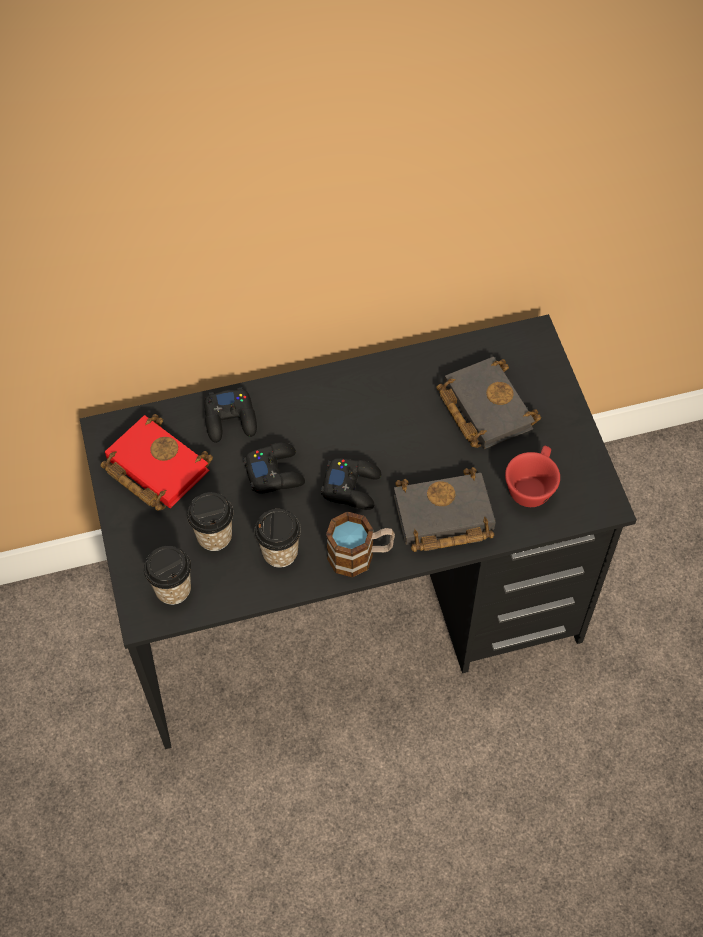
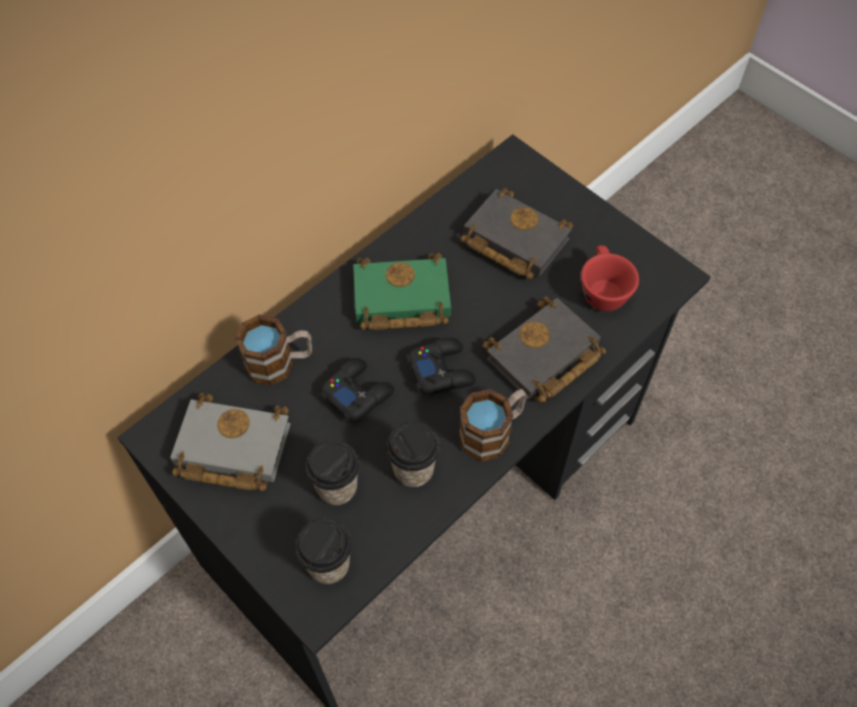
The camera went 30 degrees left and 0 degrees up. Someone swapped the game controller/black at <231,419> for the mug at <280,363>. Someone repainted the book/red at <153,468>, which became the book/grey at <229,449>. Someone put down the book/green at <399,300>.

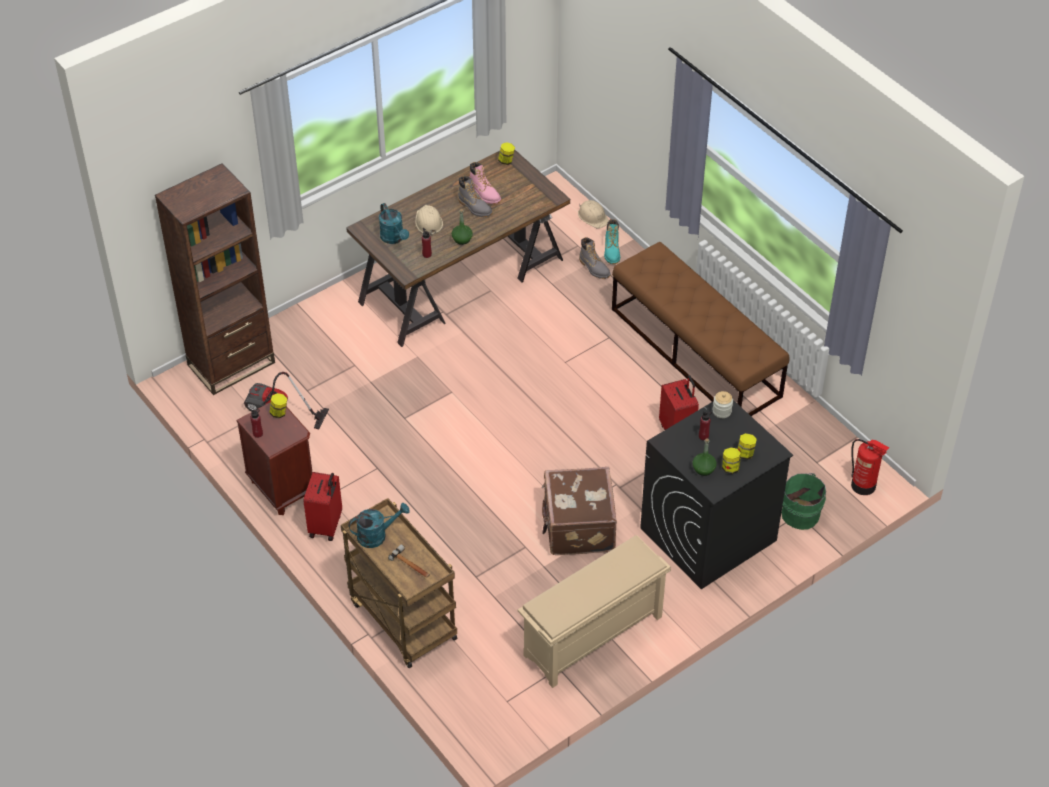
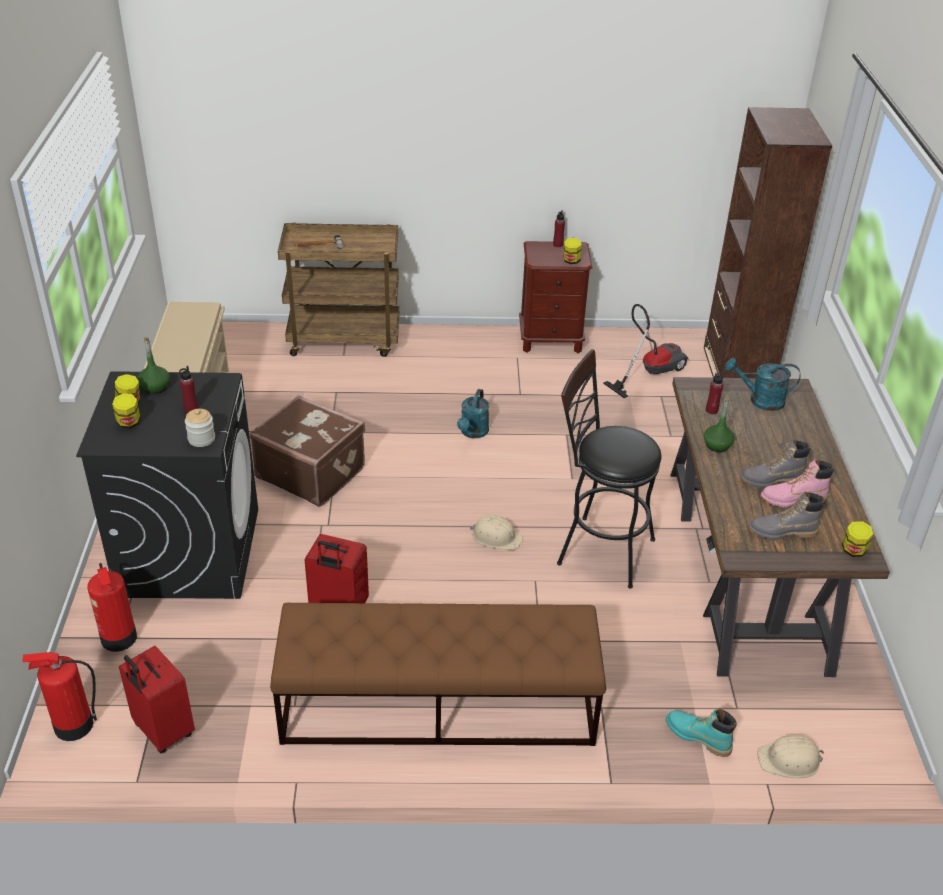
The camera went 125 degrees right and 10 degrees down. Someone carried the hard hat/beige from <428,222> to <496,537>. Someone carried the boot/grey from <594,268> to <782,532>. Someone carried the suitcase/red from <326,526> to <162,731>. Someone swapped the bucket/green at <799,513> for the fire extinguisher at <119,638>. Someone carried the watering can/turquoise from <377,535> to <473,433>. Someone put down the stool/black at <597,549>.

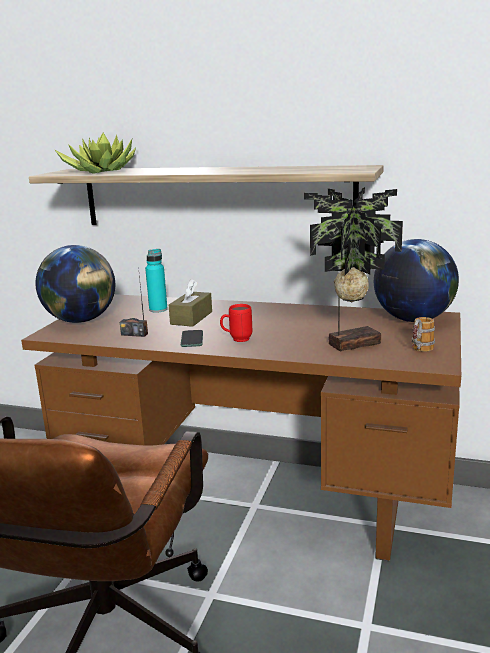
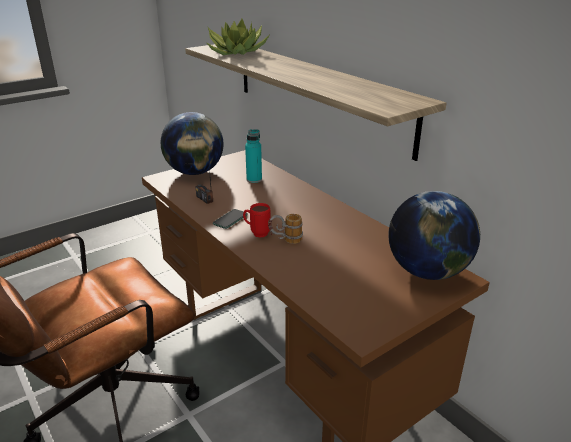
The camera went 35 degrees right and 10 degrees up. Someone took away the potted plant at <351,343>. Someone took away the tissue box/brown at <191,318>. Someone carried the mug from <419,351> to <285,241>.

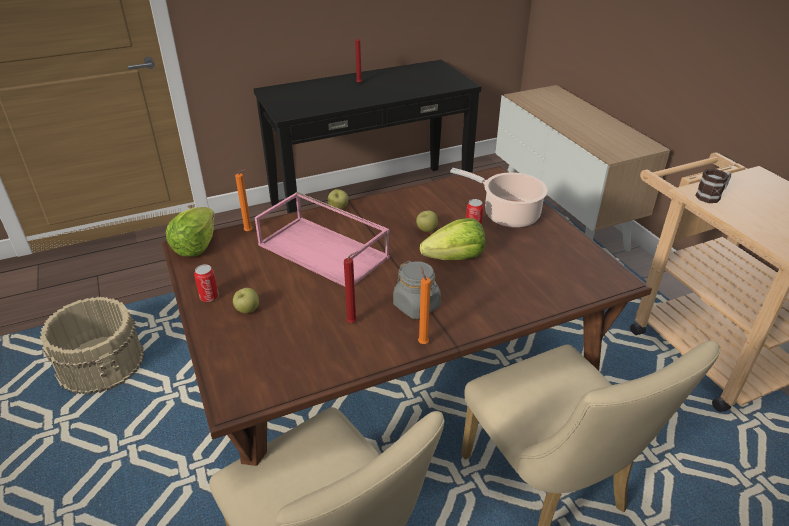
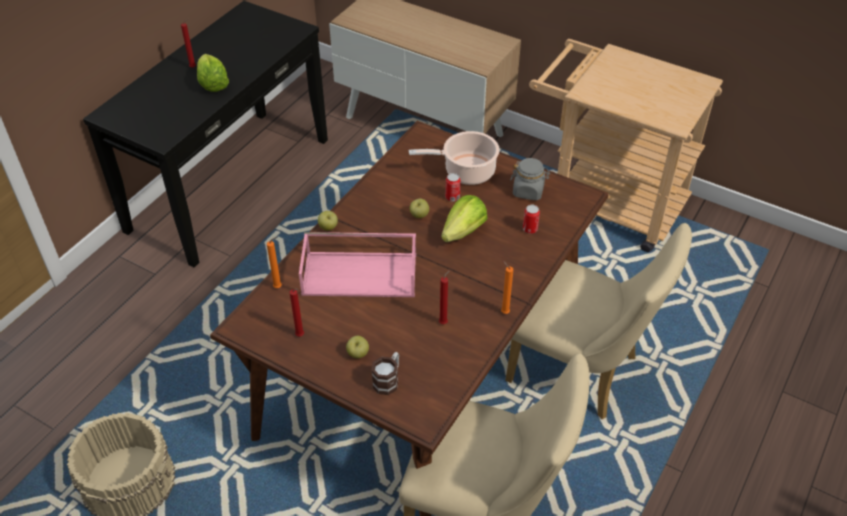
The camera went 35 degrees left and 10 degrees up. Someone carried the mug from <711,196> to <388,380>. Someone carried the lettuce from <196,246> to <213,84>. Someone carried the jar/grey from <417,306> to <528,191>. Someone carried the can from <209,297> to <530,229>. Someone put down the candle/red at <301,336>.

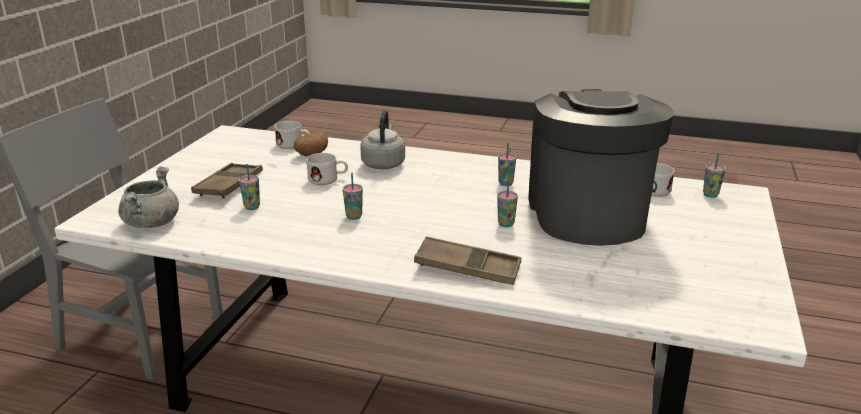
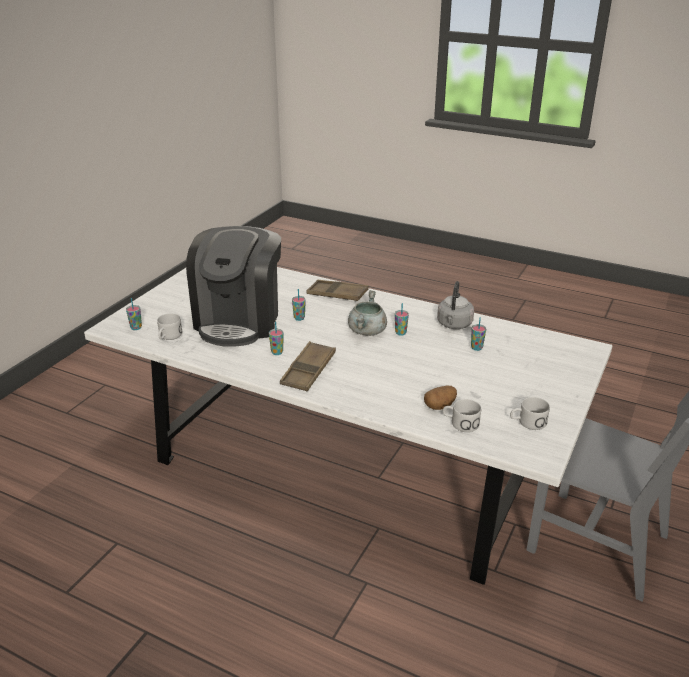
The camera went 170 degrees left and 5 degrees up. Someone carried the kettle/grey from <383,163> to <454,325>. Someone carried the mug/white from <328,179> to <527,423>. Someone carried the tray/brown from <229,185> to <308,371>. Someone carried the cooking pot/grey from <151,222> to <367,331>.

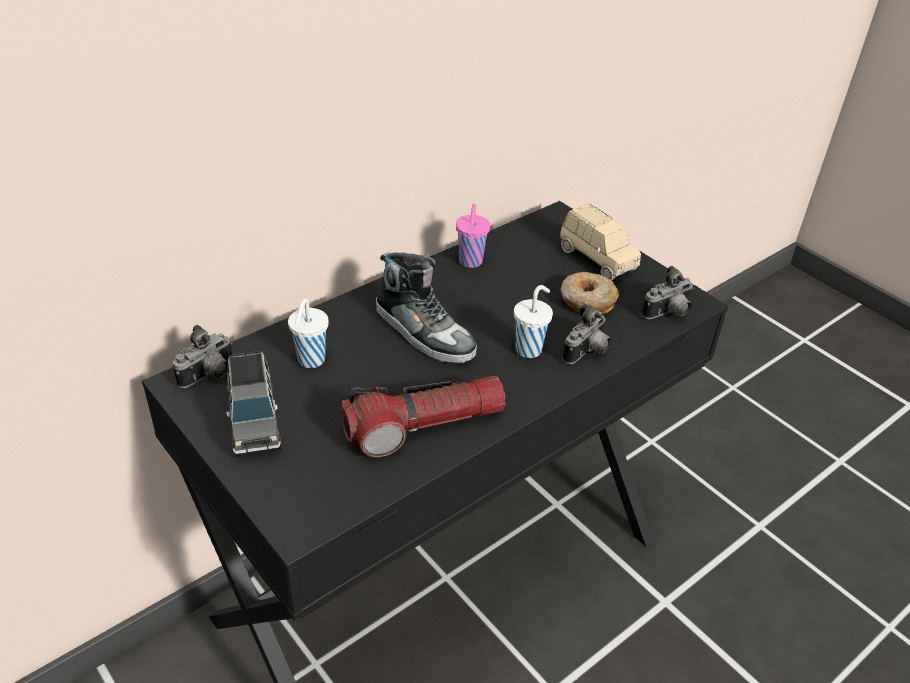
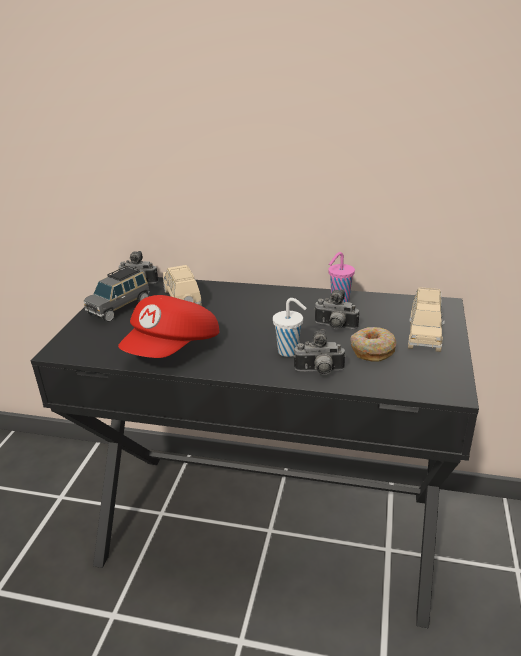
The camera went 55 degrees right and 10 degrees down. Someone took away the shoe at <424,332>. Someone carried the photo camera from <668,313> to <335,327>. Someone swapped the cup/white at <310,361> for the toy car/beige at <182,299>. Someone swapped the flashlight at <424,425> for the cap/red at <173,349>.

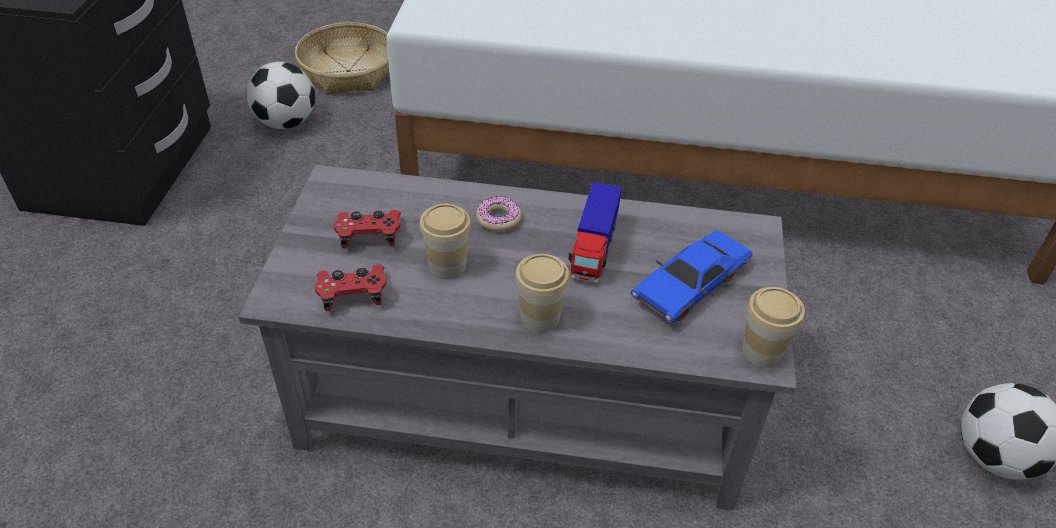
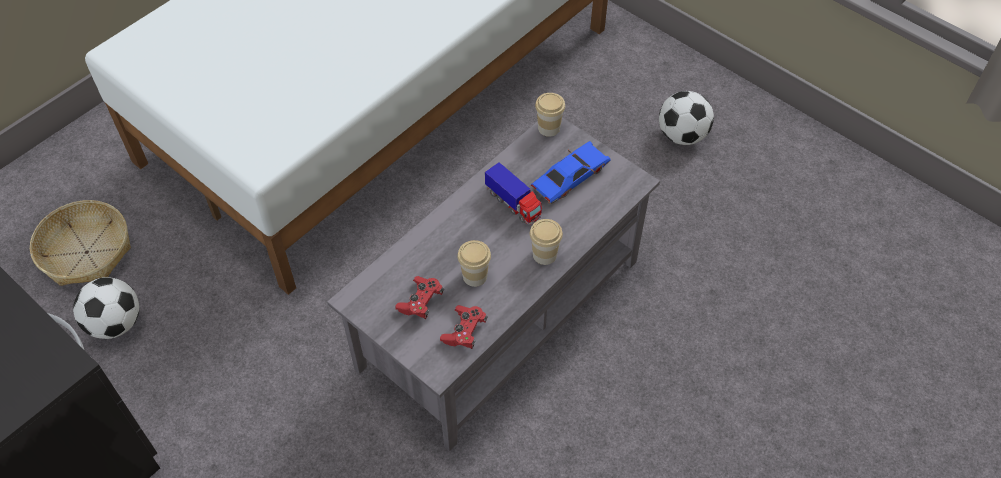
The camera went 55 degrees left and 10 degrees up. Someone took away the donut at <498,219>. Someone rotated the toy car/blue at <691,285> by 120 degrees counterclockwise. Someone carried the cup from <762,351> to <549,128>.

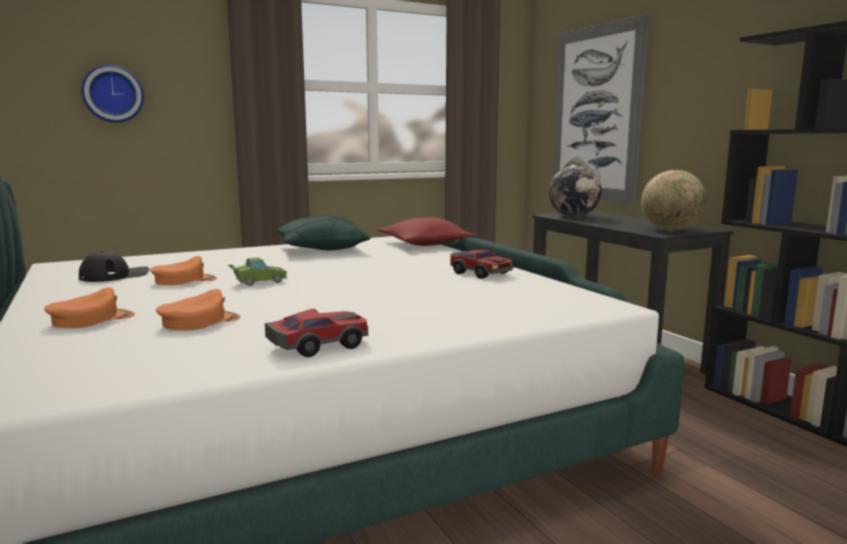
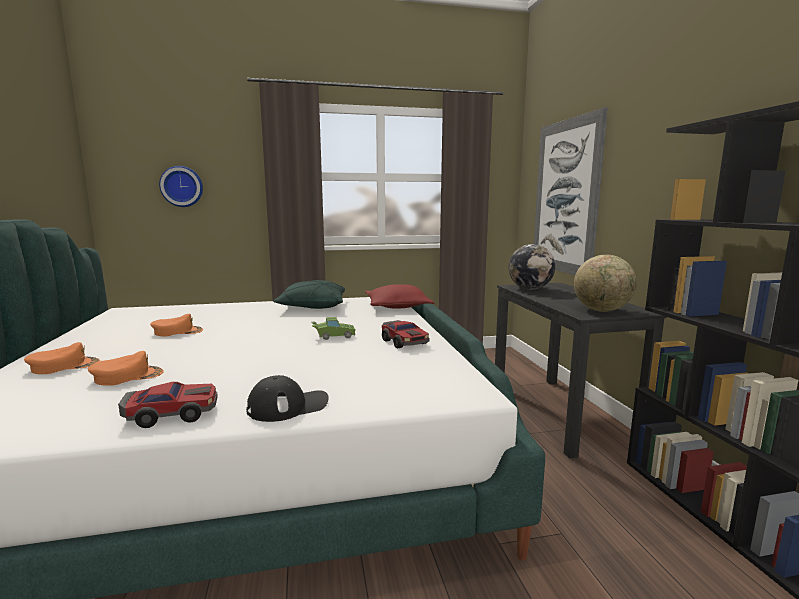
The camera went 15 degrees right and 0 degrees up. Someone carried the cap/black from <115,275> to <288,406>. Someone carried the toy car/green from <258,282> to <333,336>.

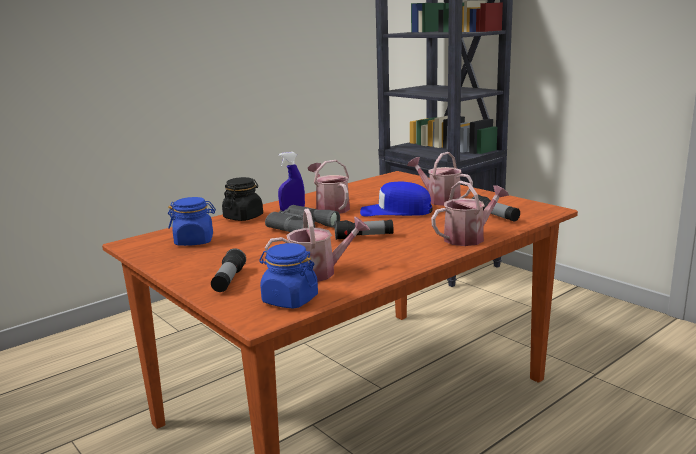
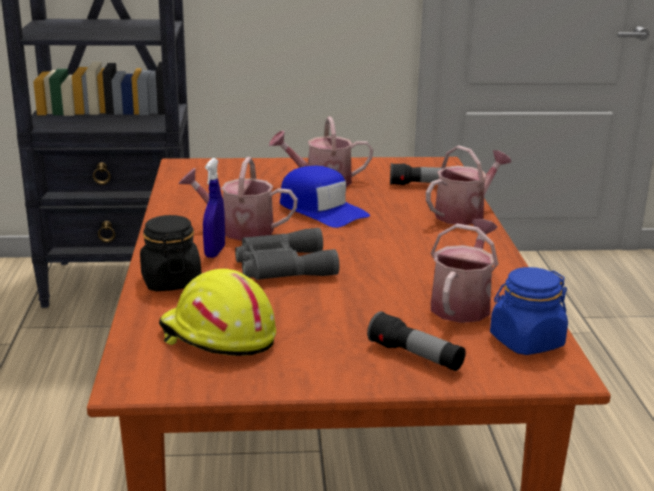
The camera went 55 degrees left and 5 degrees up. Someone rotated the watering can at <468,237> by 45 degrees clockwise. Someone rotated the cap/blue at <396,211> by 90 degrees counterclockwise. Someone swapped the jar/blue at <194,241> for the hard hat/yellow at <217,337>. Someone took away the flashlight at <364,237>.

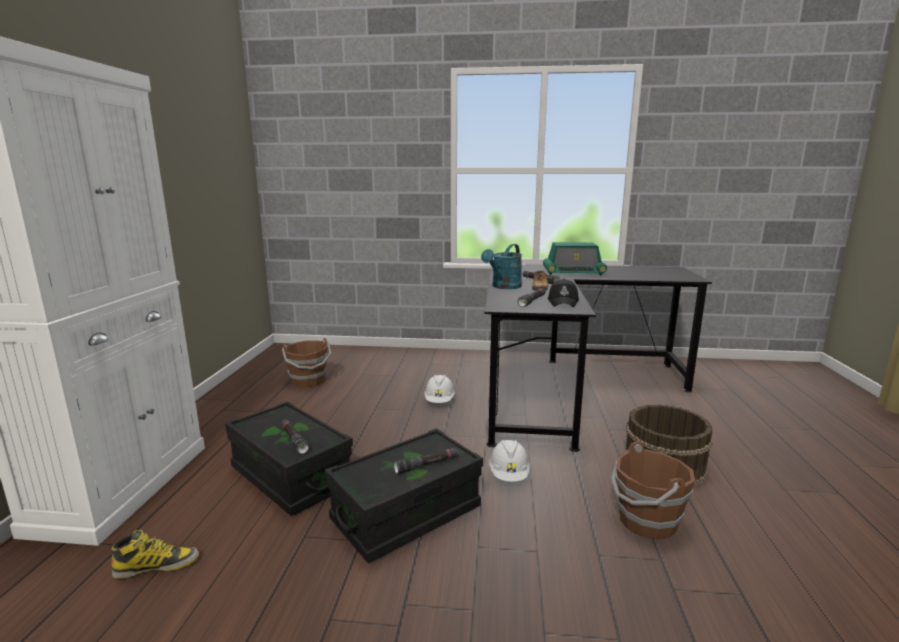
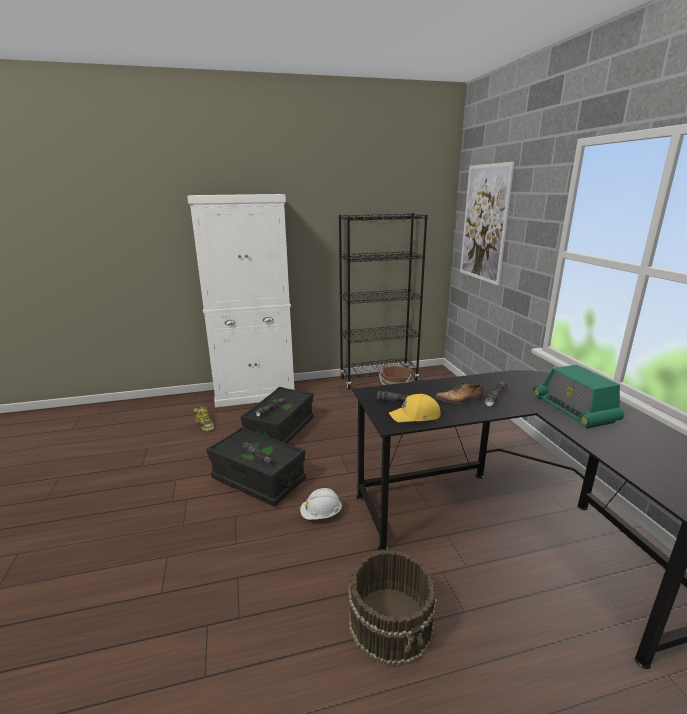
The camera went 70 degrees right and 5 degrees up. Someone took away the watering can/turquoise at <504,287>. Someone repainted the cap/black at <563,302>, which became the cap/yellow at <415,416>. Someone took away the hard hat/white at <439,401>. Someone took away the bucket/brown at <646,521>. Someone put up the picture at <484,223>. Someone put down the bookcase/black at <378,379>.

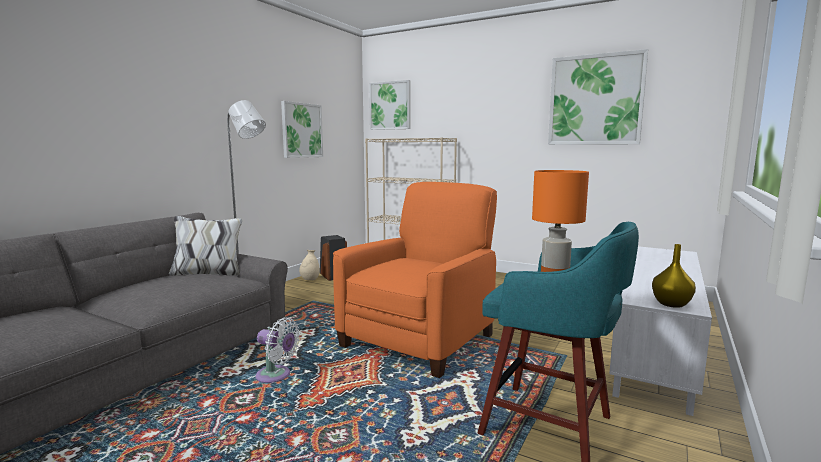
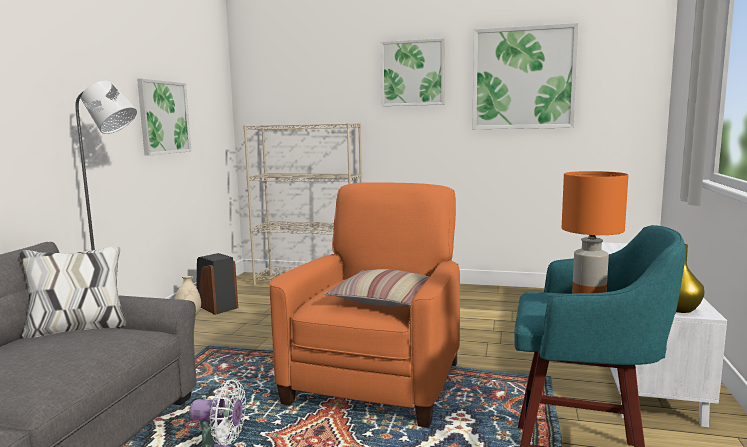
The camera went 15 degrees left and 0 degrees up. Someone carried the picture from <390,105> to <412,73>. Someone put down the pillow at <384,299>.

